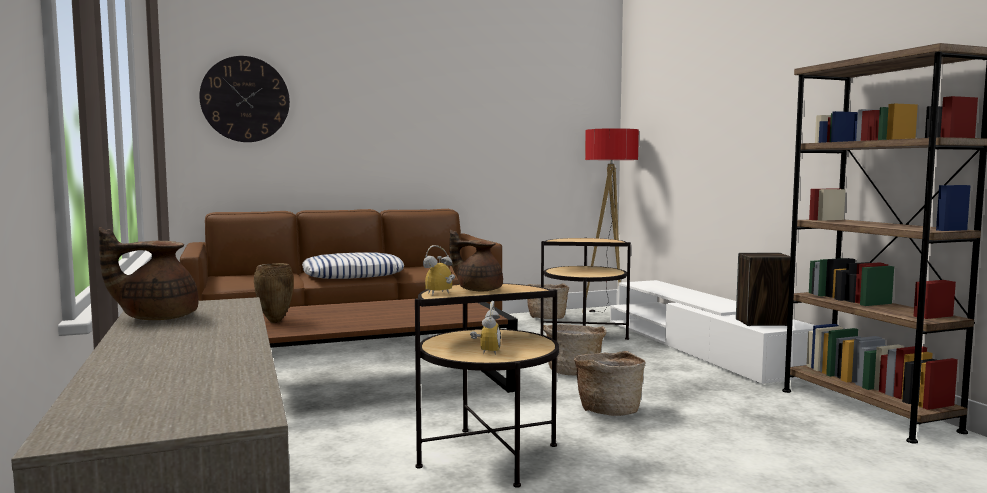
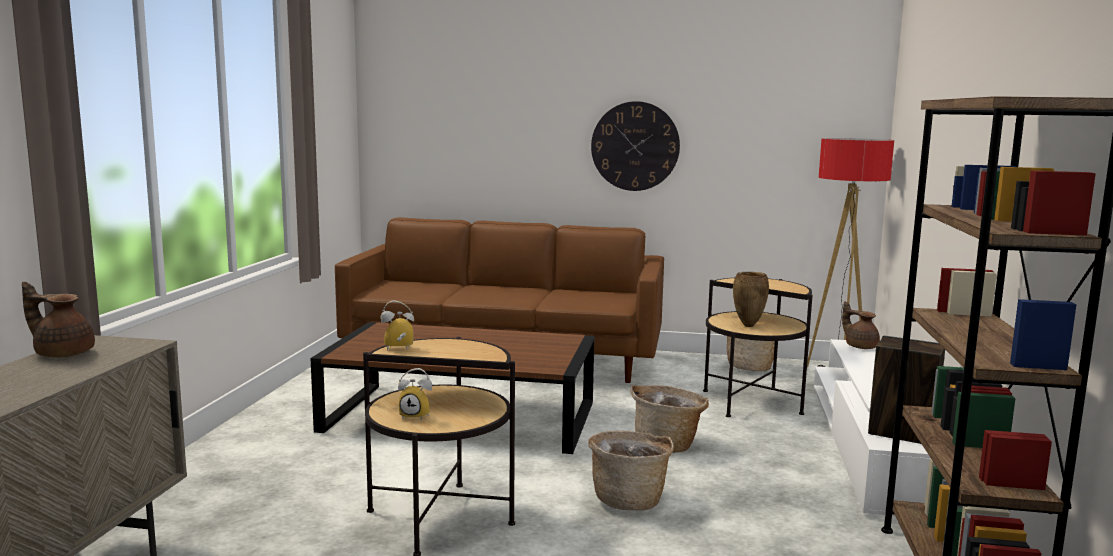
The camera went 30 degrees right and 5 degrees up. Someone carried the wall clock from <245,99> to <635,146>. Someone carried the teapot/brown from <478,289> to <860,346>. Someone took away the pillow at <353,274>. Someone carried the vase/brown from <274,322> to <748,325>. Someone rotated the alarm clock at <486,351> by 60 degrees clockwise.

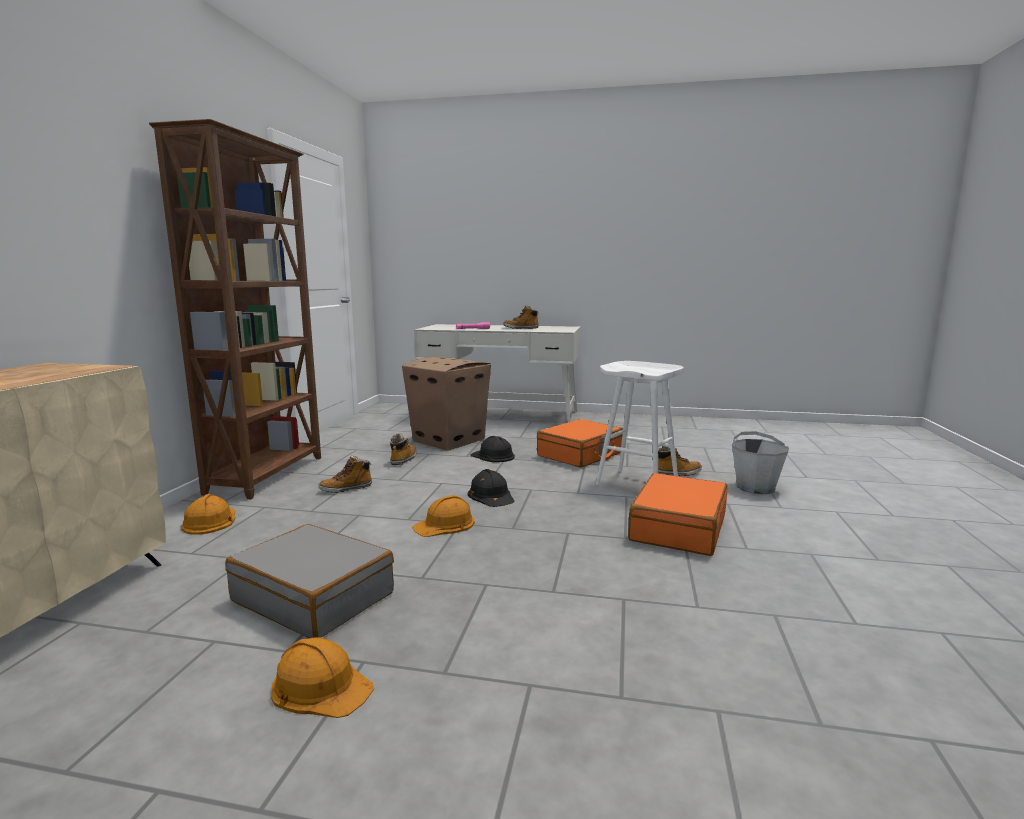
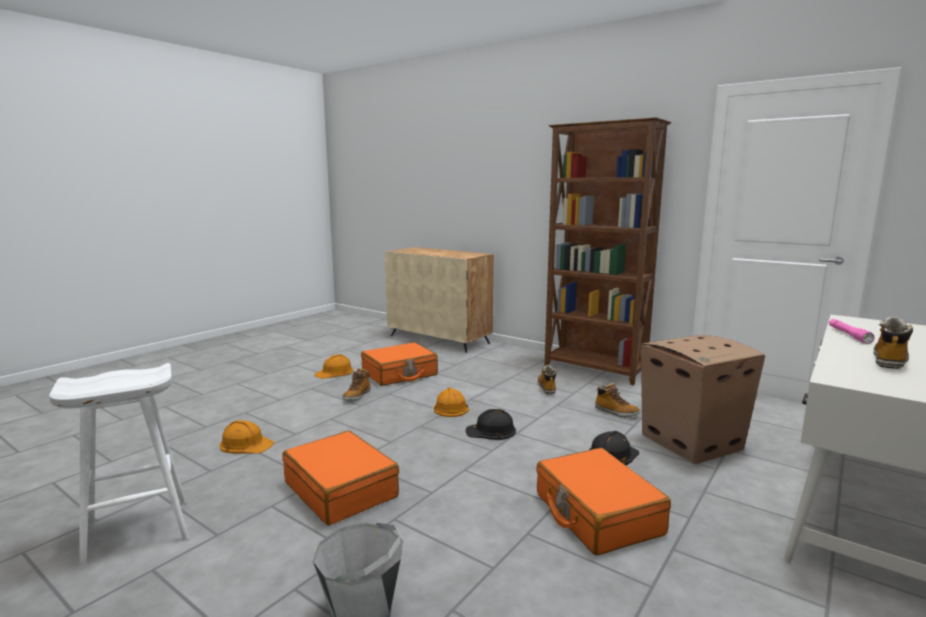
The camera went 115 degrees right and 0 degrees up. Someone carried the stool/white from <638,483> to <136,533>. Someone carried the boot from <677,473> to <357,396>. Someone carried the hard hat/orange from <210,521> to <246,444>. Someone repainted the suitcase/grey at <314,597>, which became the suitcase/orange at <399,374>.

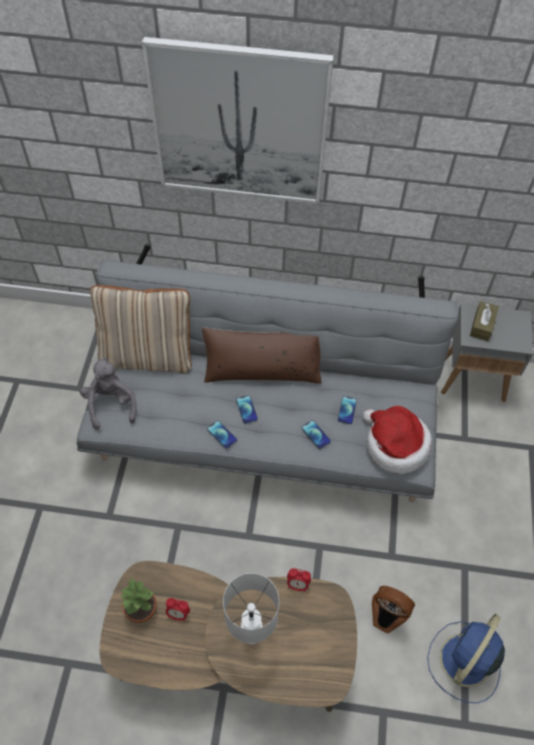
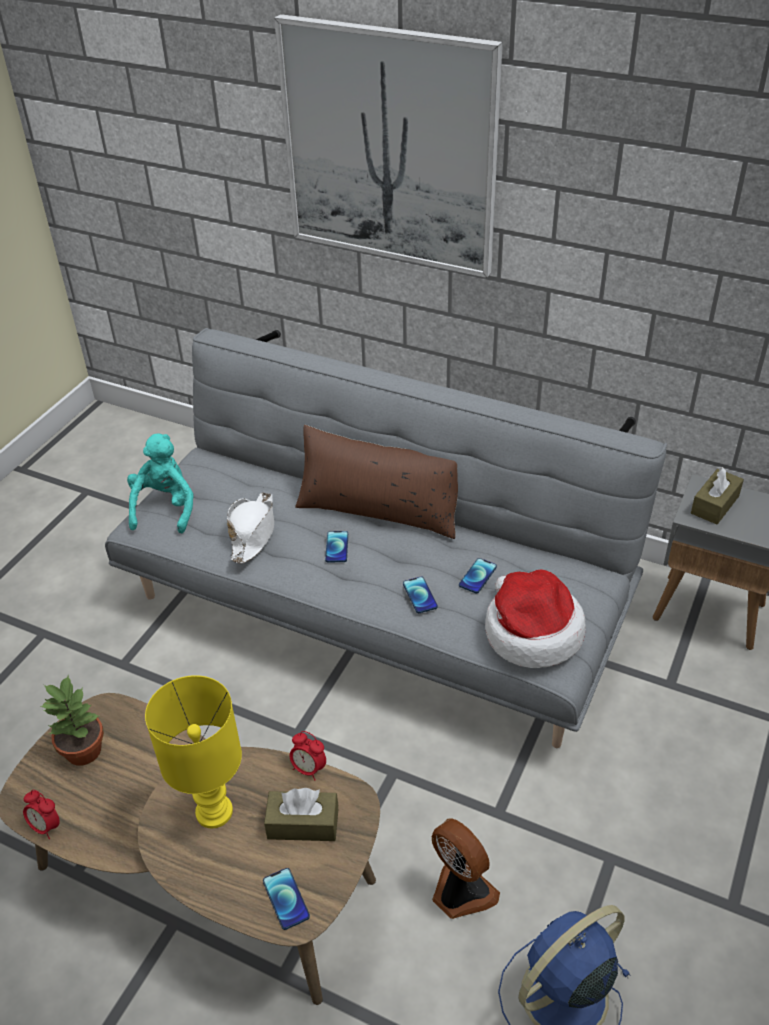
The camera went 20 degrees right and 15 degrees down. Someone took away the pillow/beige at <148,356>. Someone repainted the plush toy/grey at <111,404>, which became the plush toy/turquoise at <165,508>. Someone carried the phone from <222,434> to <286,899>. Someone repainted the table lamp/white at <251,631>, which became the table lamp/yellow at <214,810>. Someone carried the alarm clock from <178,614> to <46,826>. Someone put down the hat/white at <253,532>. Someone put down the tissue box/brown at <303,824>.

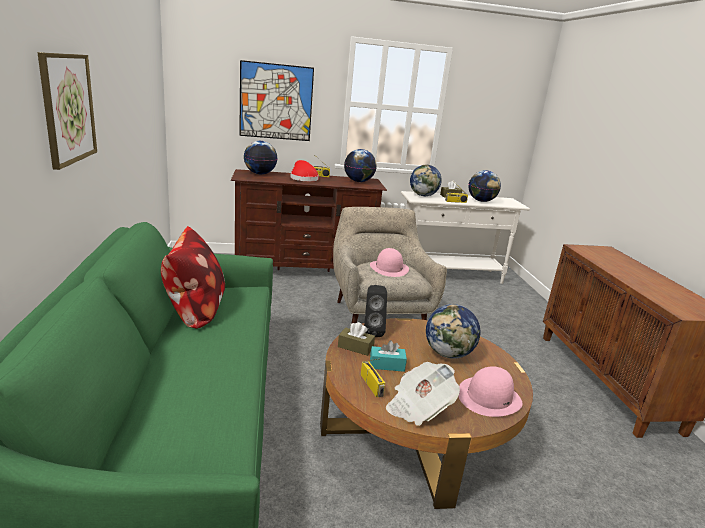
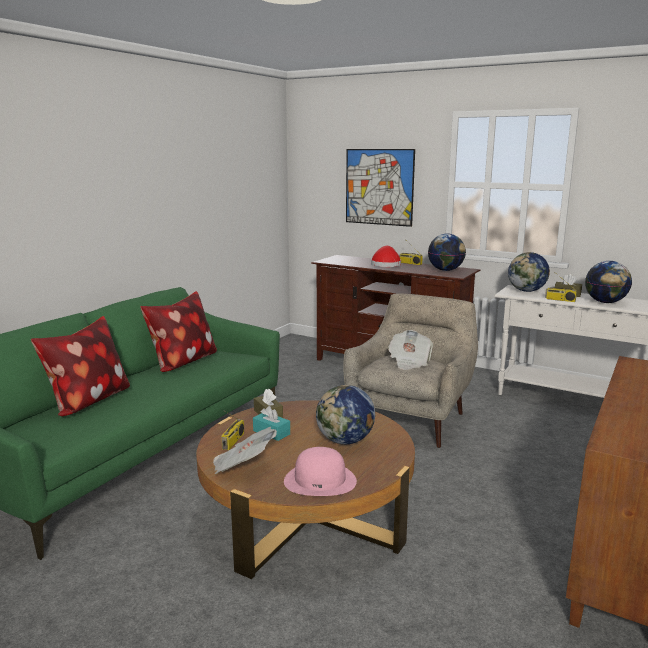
The camera went 40 degrees right and 5 degrees down. Someone took away the picture at <68,108>. Someone took away the globe at <260,174>. Someone swapped the hat/pink at <389,268> for the newspaper at <409,362>. Someone took away the speaker/black at <371,331>. Someone put down the pillow at <88,402>.

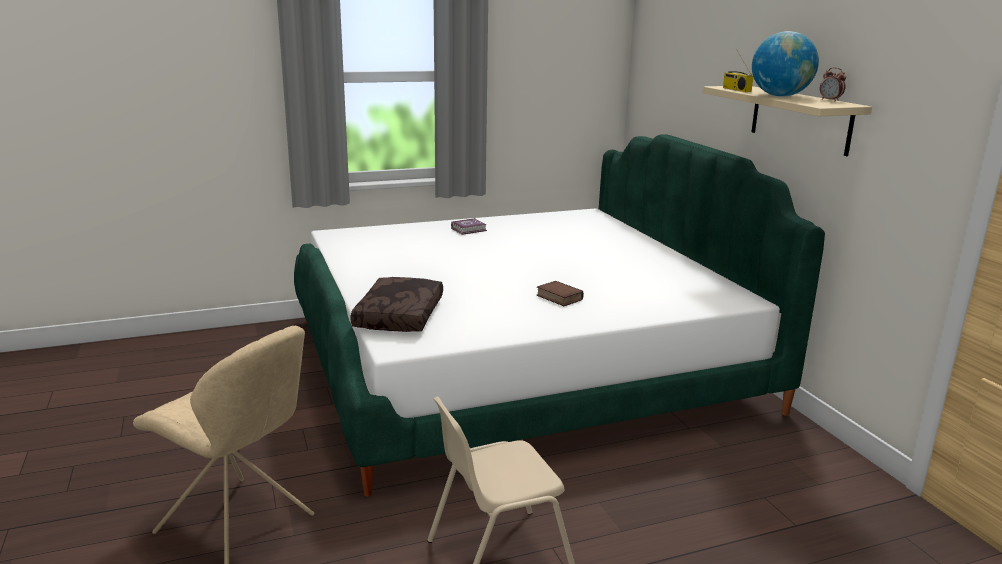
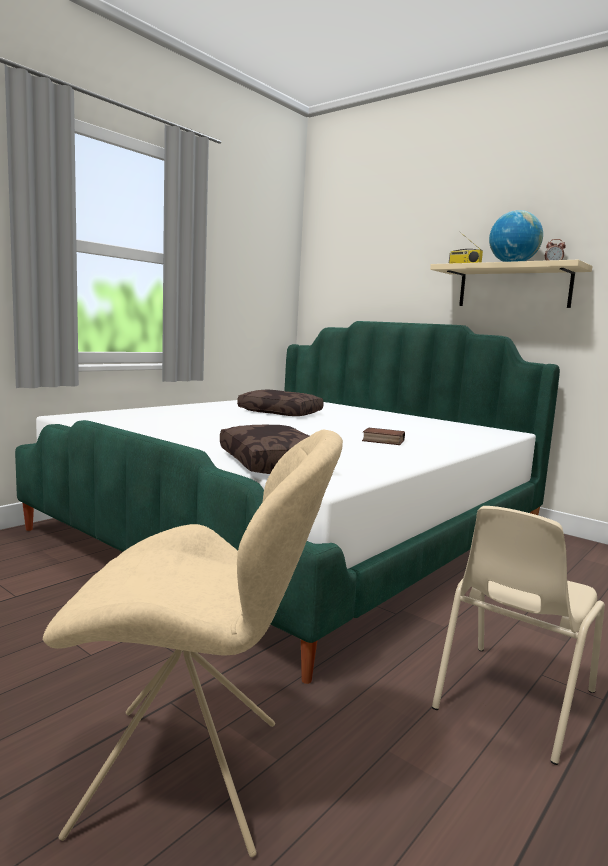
The camera went 30 degrees left and 10 degrees down. Someone took away the book at <470,229>. Someone put down the pillow/brown at <281,412>.

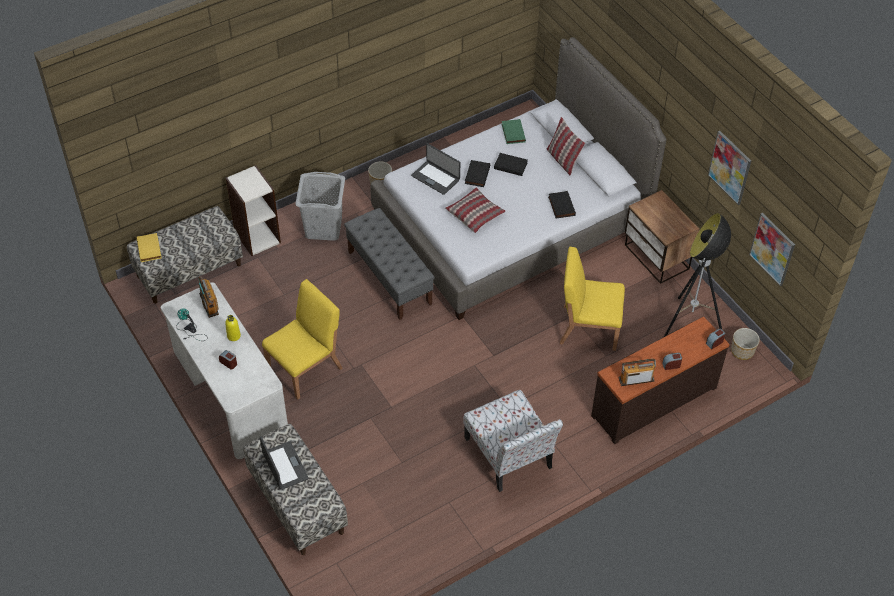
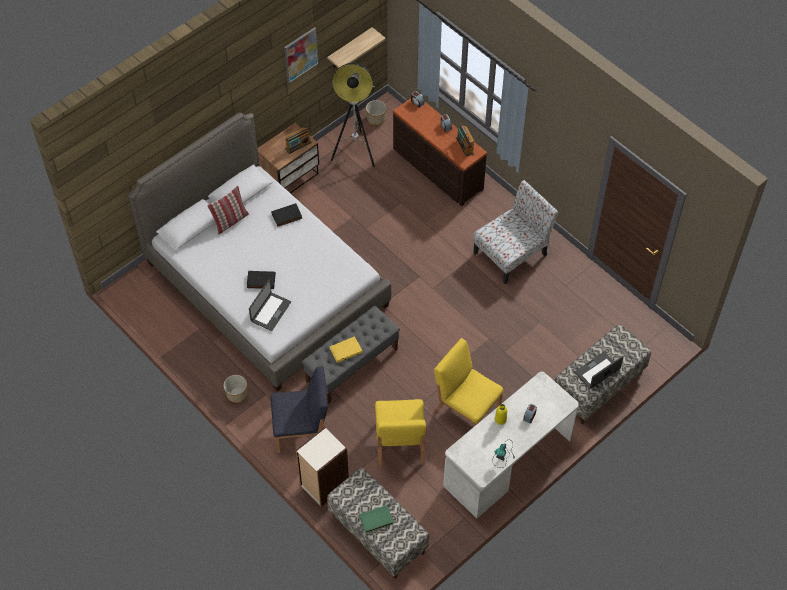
The camera went 100 degrees left and 5 degrees up. Someone carried the book/green from <512,133> to <376,520>. Someone took away the book/black at <511,165>. Someone swapped the laundry basket/grey at <323,228> for the chair/blue at <302,431>. Someone took away the pillow at <475,214>. Someone swapped the picture at <772,249> for the shelf at <350,49>. Someone carried the book/yellow from <150,249> to <346,350>. Someone carried the chair/yellow from <588,327> to <399,443>. Someone carried the radio from <209,304> to <298,145>.

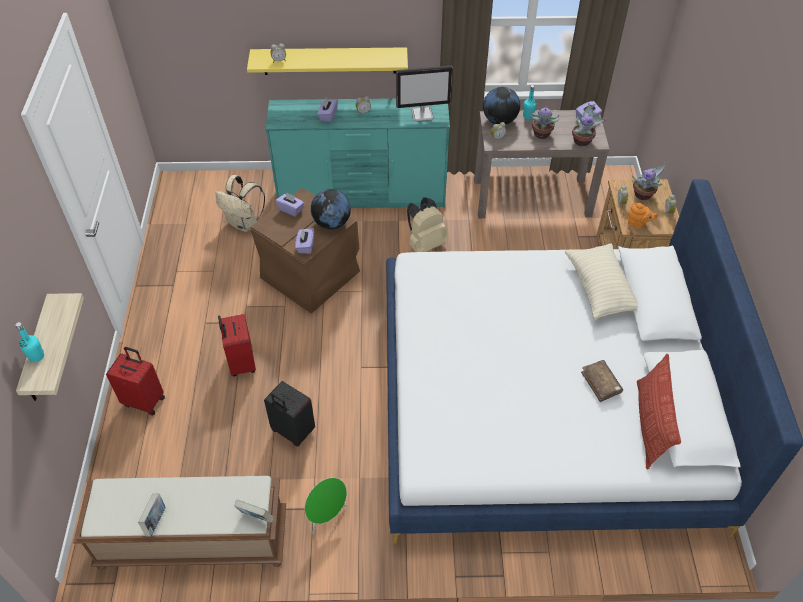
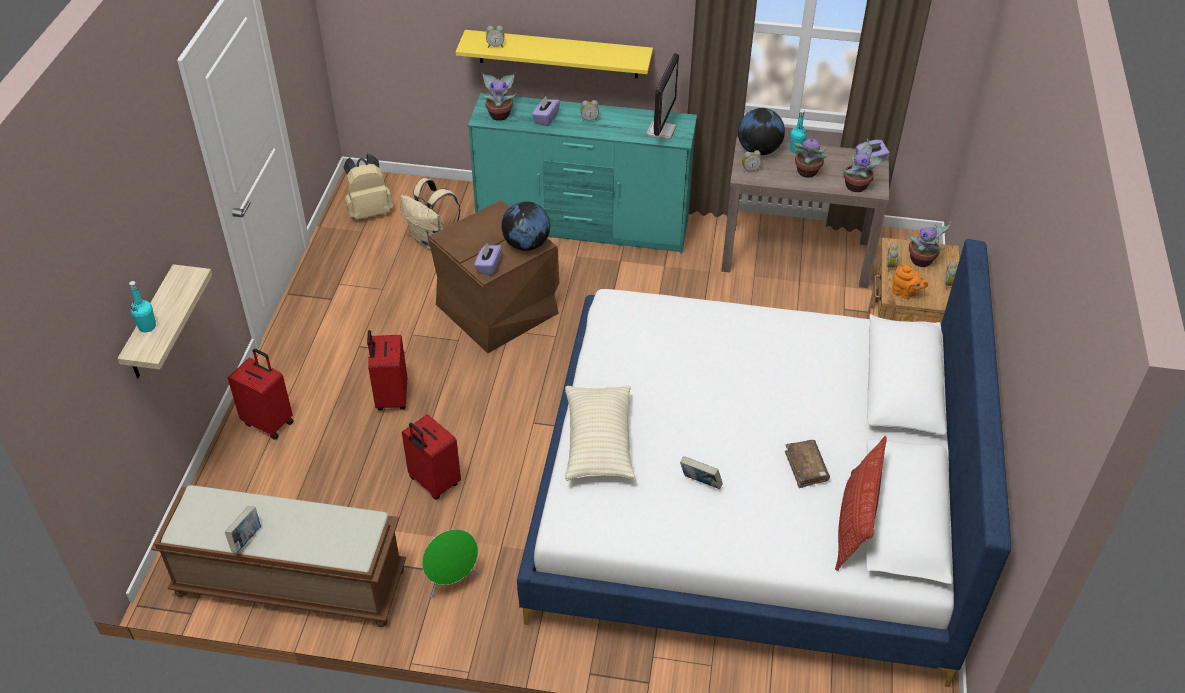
The camera went 10 degrees right and 5 degrees down. Someone rotated the monitor at <422,114> by 75 degrees counterclockwise. Someone took away the tissue box/purple at <291,209>. Someone carried the backpack/beige from <425,243> to <369,211>. Someone carried the pillow/beige from <600,288> to <598,443>. Someone repainted the suitcase/black at <292,432>, which became the suitcase/red at <433,482>. Someone carried the book from <256,517> to <700,483>. Someone put down the potted plant at <500,114>.

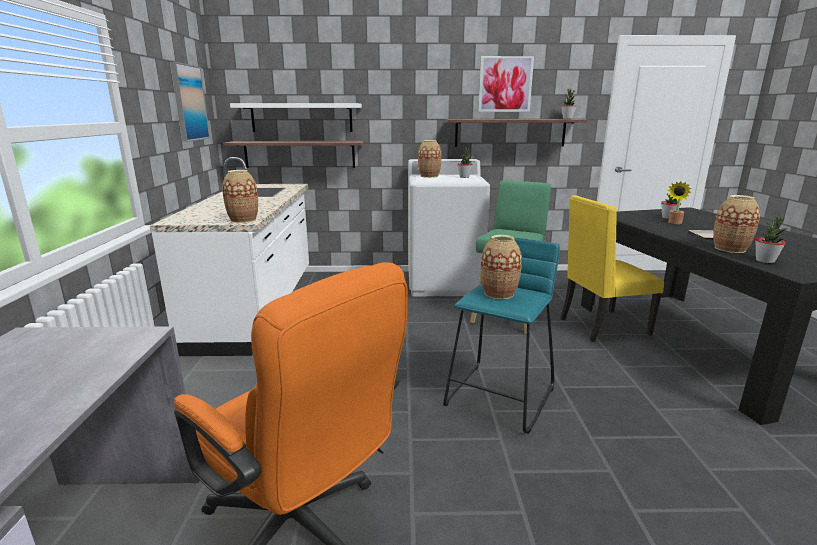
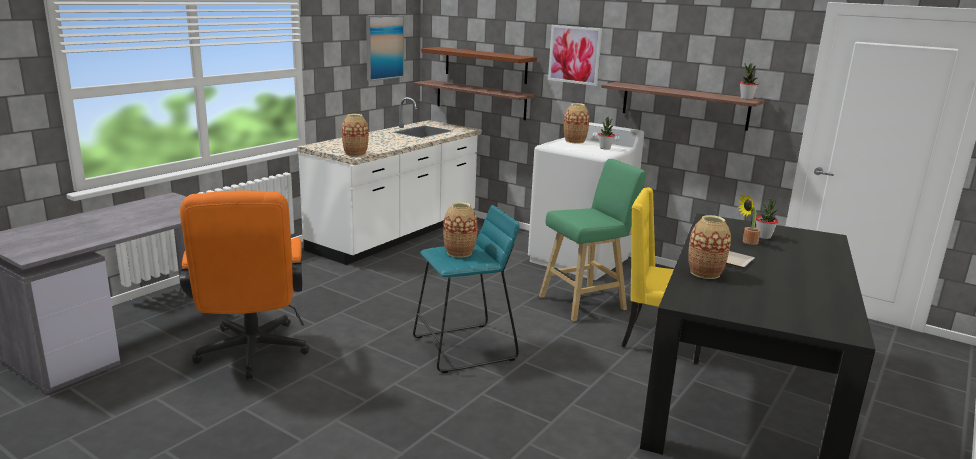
The camera went 35 degrees right and 0 degrees up. Someone carried the picture from <505,84> to <574,55>. Someone repainted the shelf/white at <301,117>, which became the shelf/brown at <485,65>. Someone took away the potted plant at <765,261>.

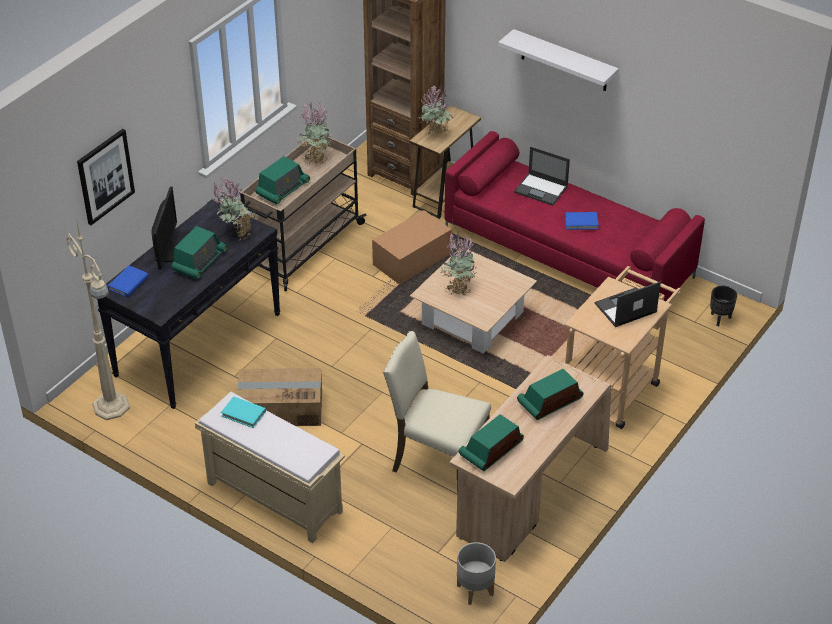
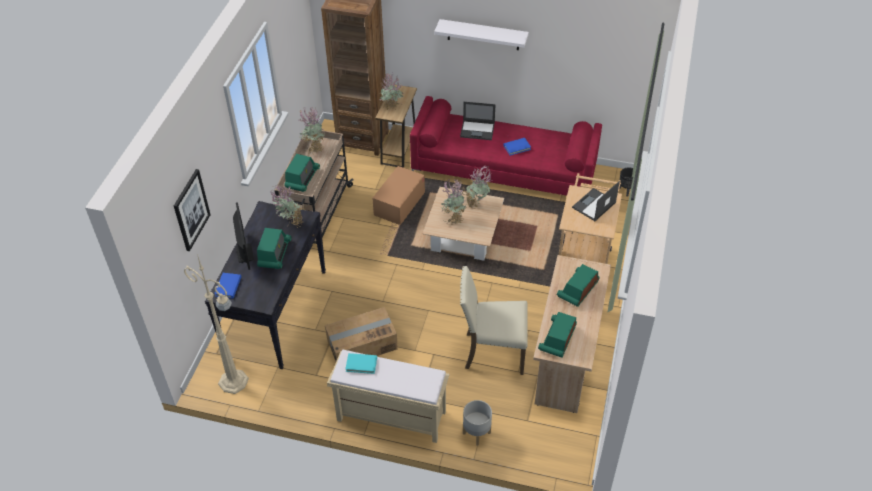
The camera went 20 degrees left and 5 degrees up. Someone carried the planter/grey from <474,590> to <476,433>. Someone put down the potted plant at <476,203>.

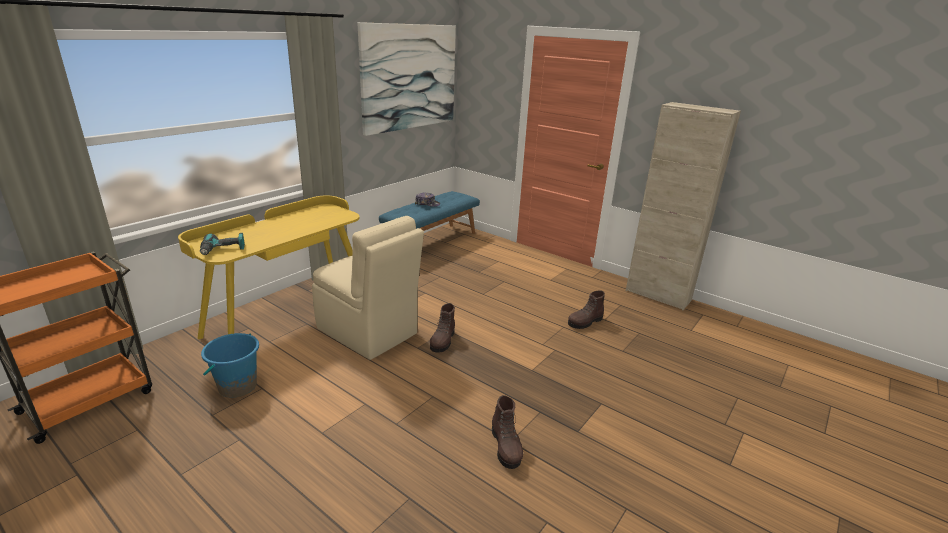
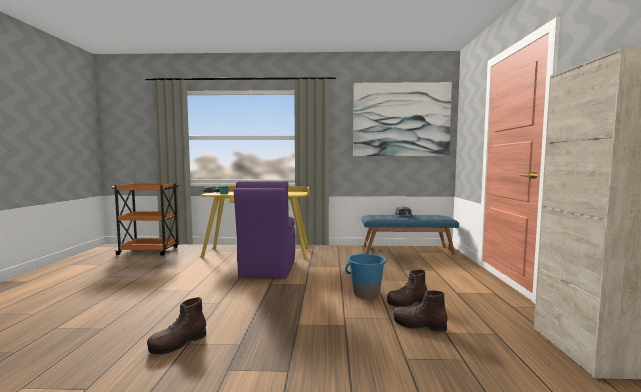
The camera went 55 degrees right and 20 degrees down. Someone repainted the chair/beige at <368,332>, which became the chair/purple at <267,269>. Someone carried the boot/brown from <443,341> to <407,302>. Someone carried the bucket/blue from <237,386> to <366,293>.

